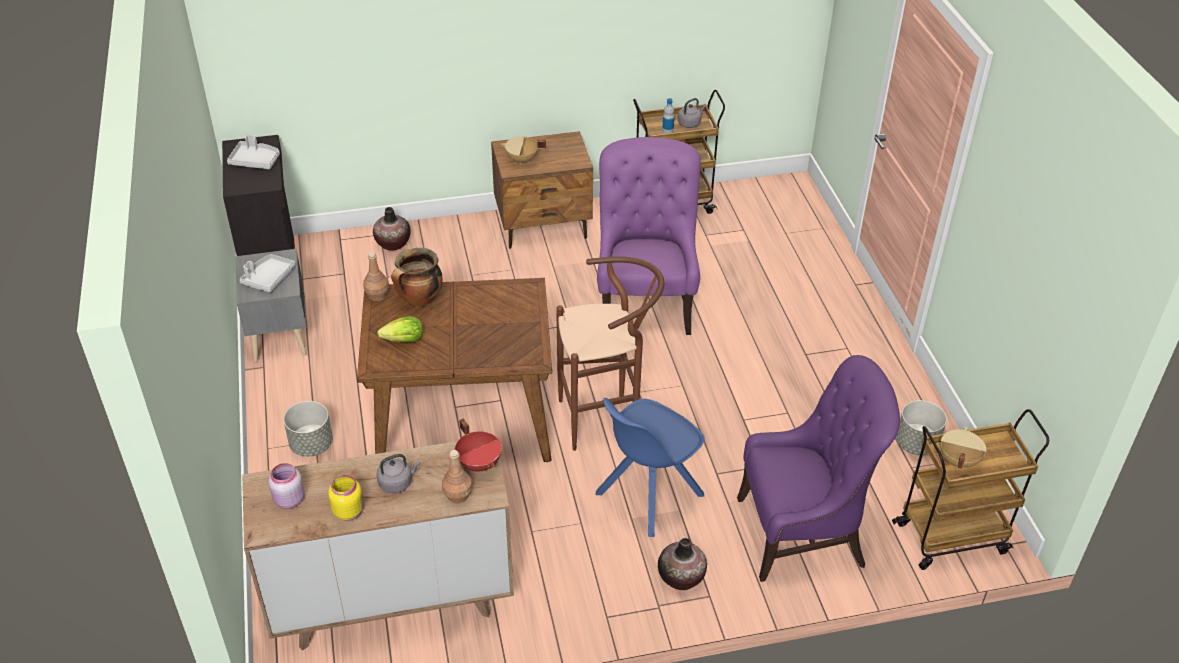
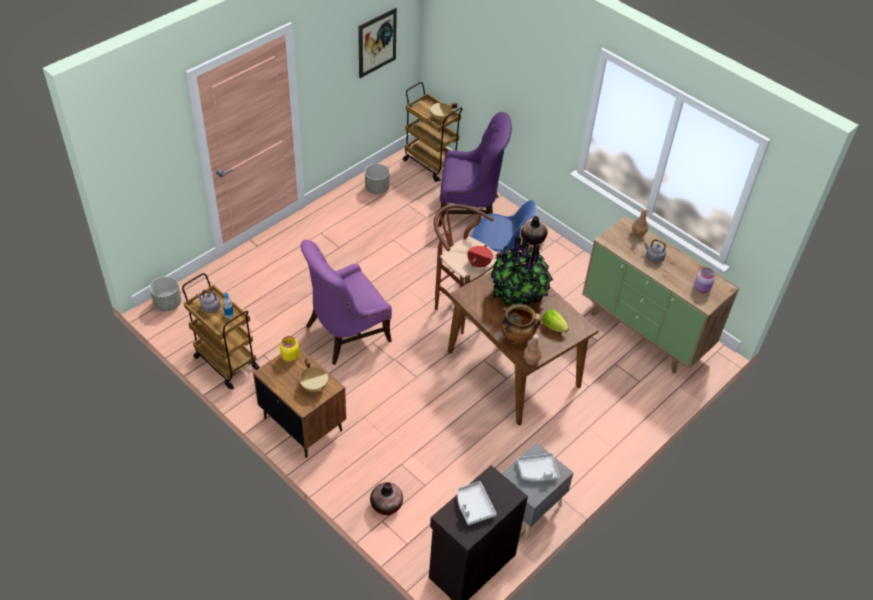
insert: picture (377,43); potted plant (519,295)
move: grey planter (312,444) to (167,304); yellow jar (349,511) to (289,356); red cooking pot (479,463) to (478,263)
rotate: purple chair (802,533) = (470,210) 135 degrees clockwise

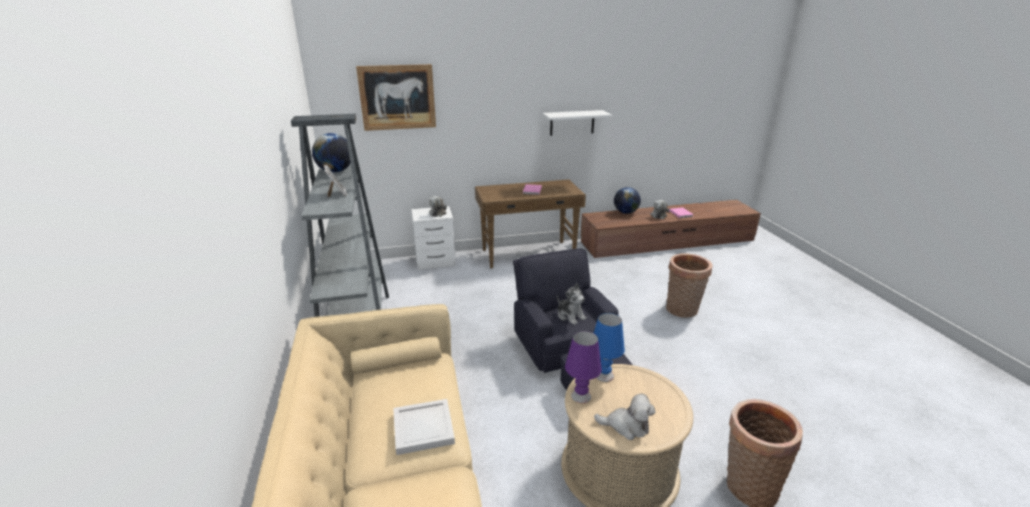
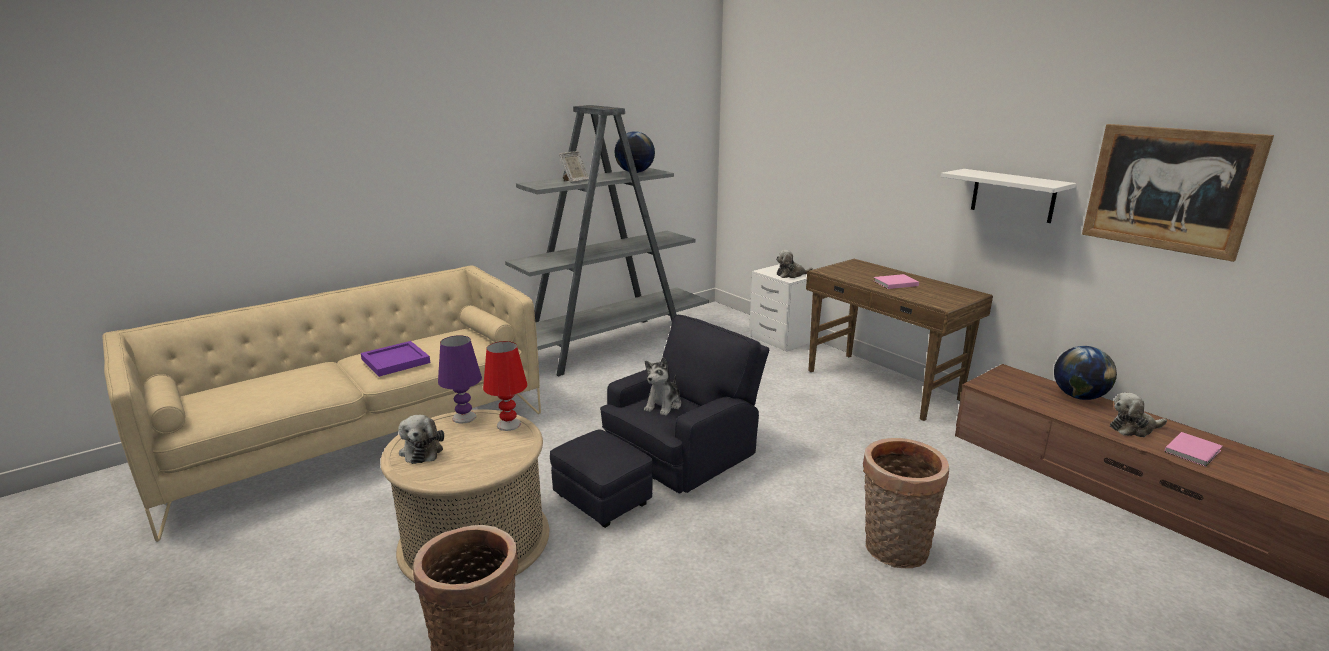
move: picture (397,97) to (1169,189)
recolor: white tray (424,428) to purple tray (395,361); blue table lamp (604,375) to red table lamp (509,425)

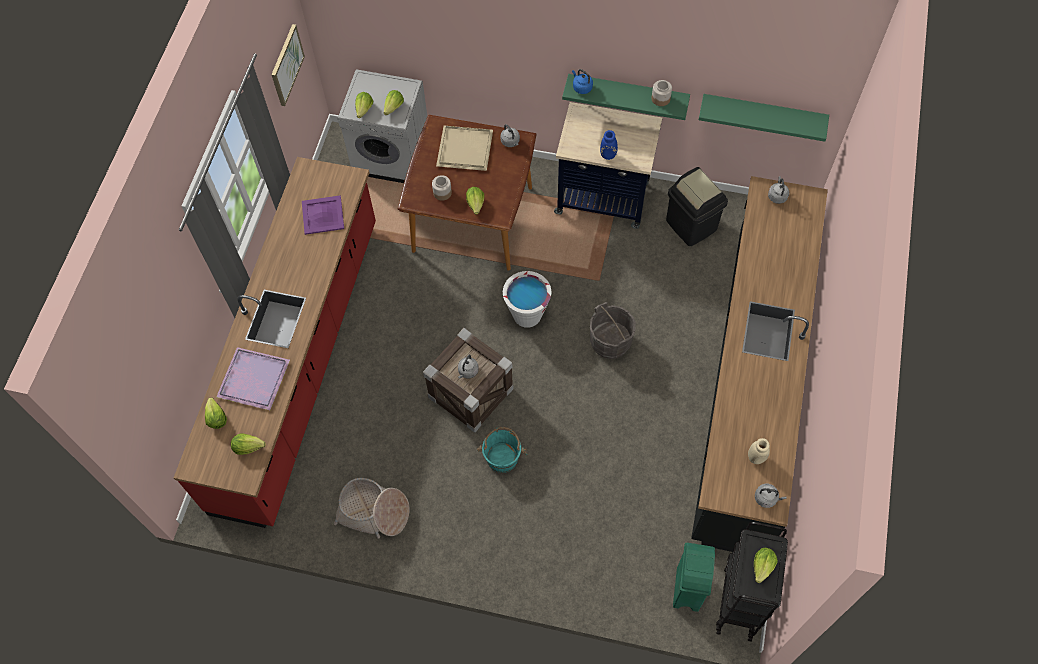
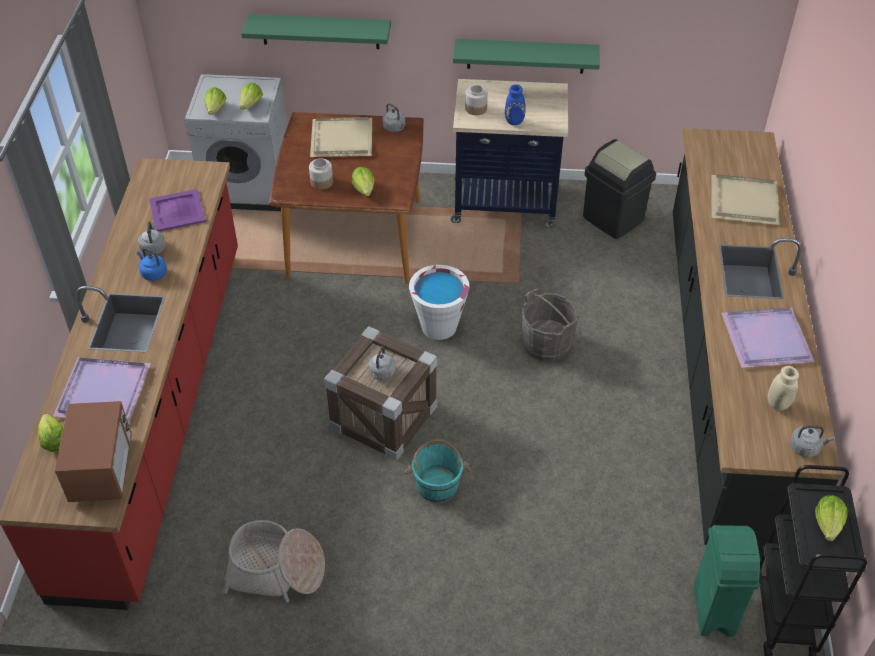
delete: picture (286,65)
insert: beige tray (742,202); purple tray (764,338)
move: blue kettle (581,87) to (153,273); jar (661,98) to (476,108); green shelf (763,113) to (320,31); grey kettle (777,196) to (153,247)
replace: lettuce (248,446) to microwave (102,469)

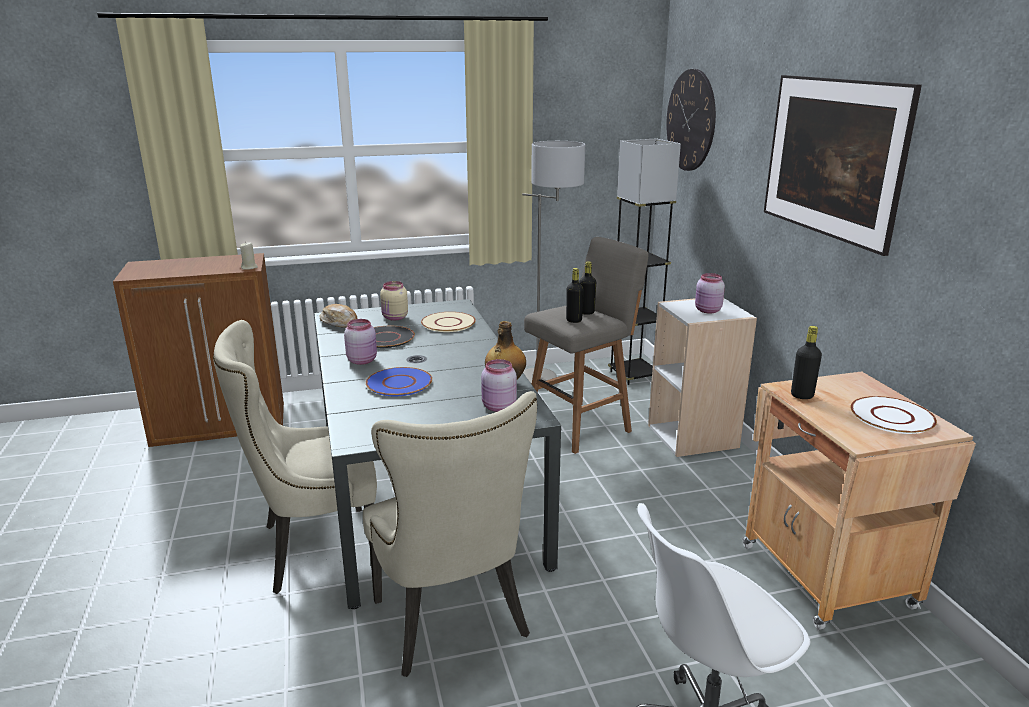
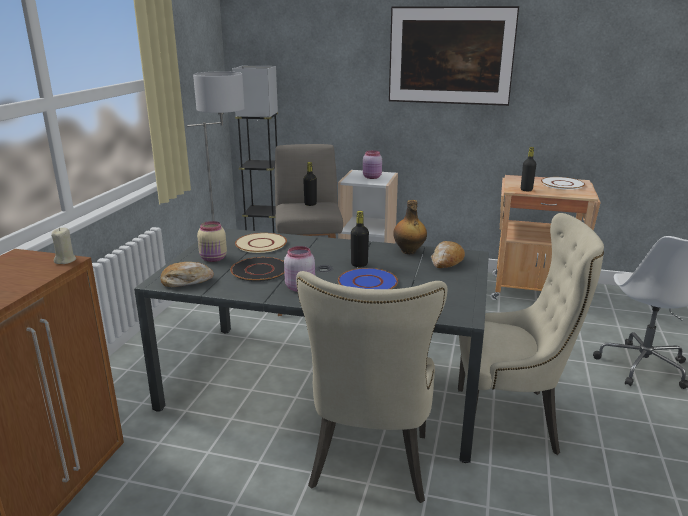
delete: wall clock (691,120)
move: black bottle (574,320) to (359,264)
replace: pink jar (498,407) to bread (446,261)

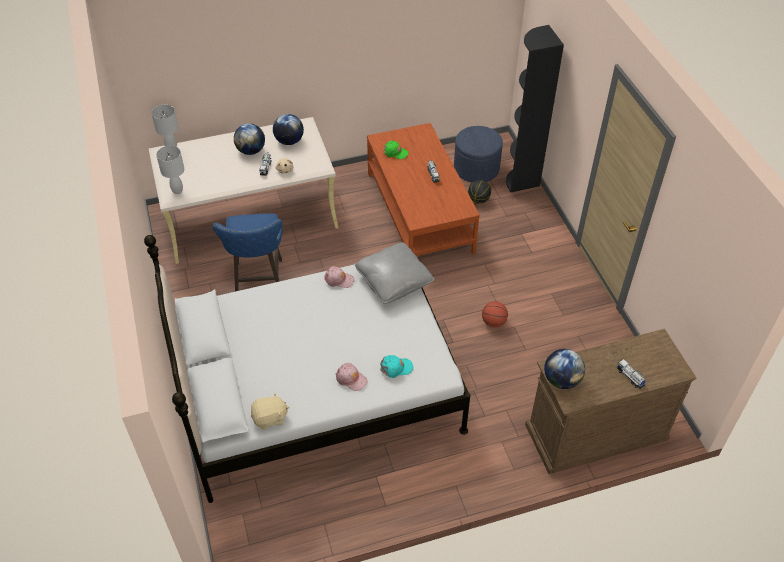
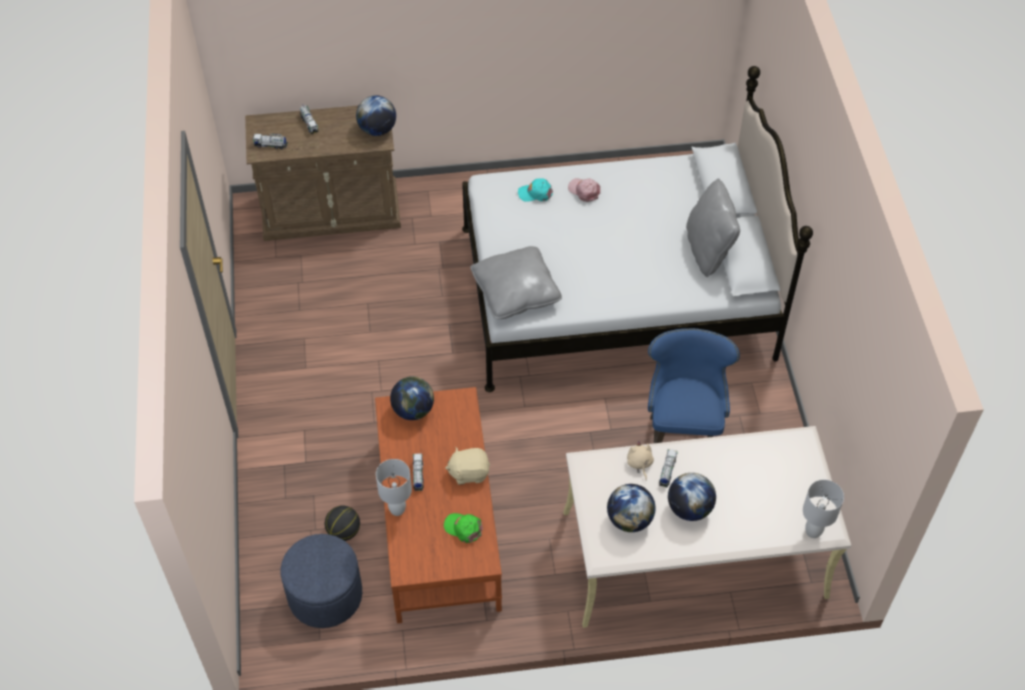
delete: pink cap (339,279); basketball (493,322); black bookcase (520,183)
insert: toy truck (271,145); globe (413,410); grey pillow (708,250)
move: white table lamp (177,191) to (398,509); beige plush toy (270,418) to (469,472)

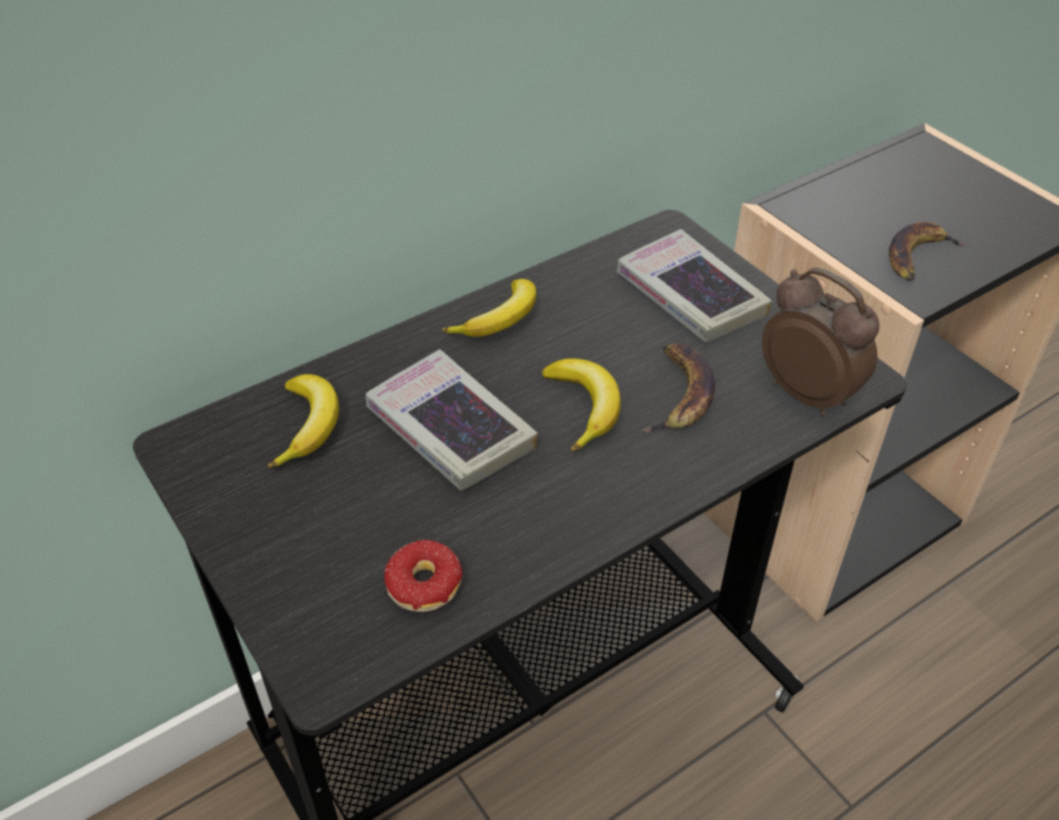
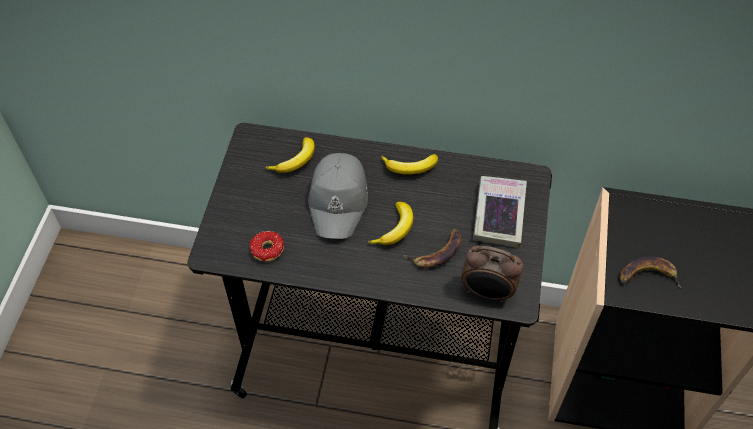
replace: book (450,429) to grey cap (339,200)
rotate: alarm clock (808,393) = (487,292) 105 degrees clockwise

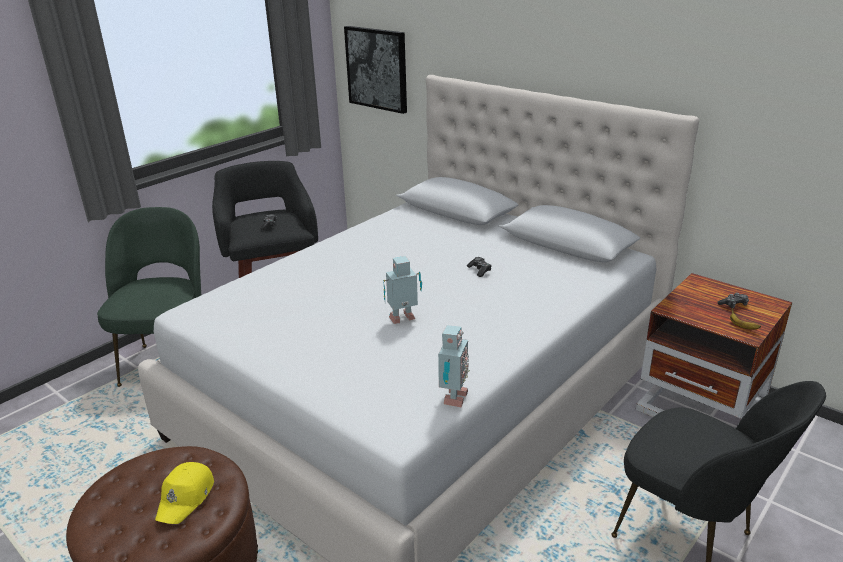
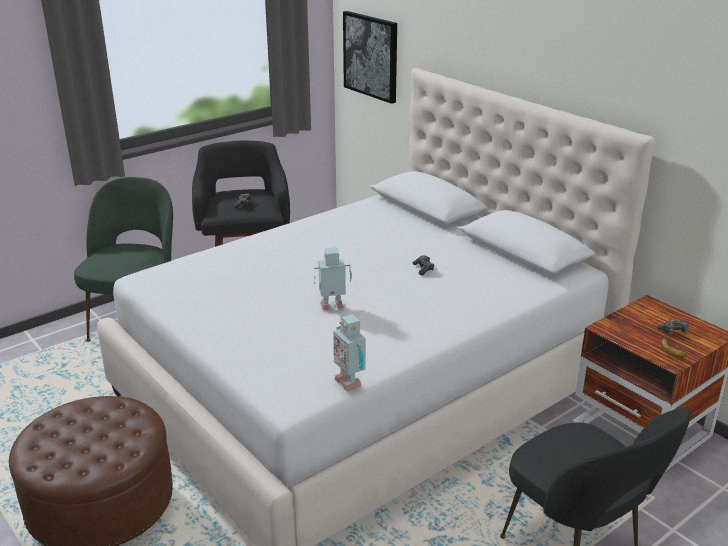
delete: yellow cap (186,498)
rotate: toy robot (452,398) = (349,382) 120 degrees clockwise

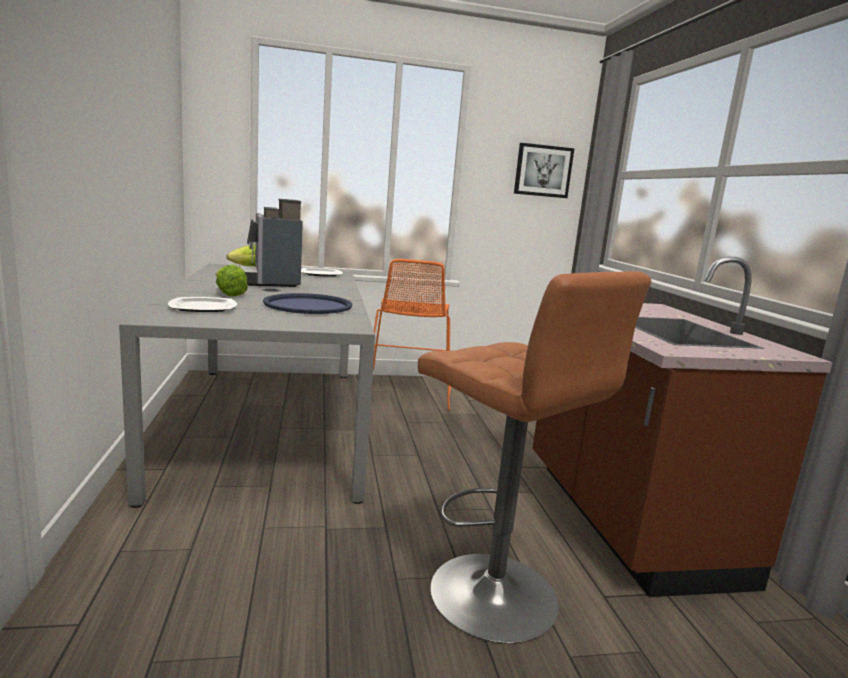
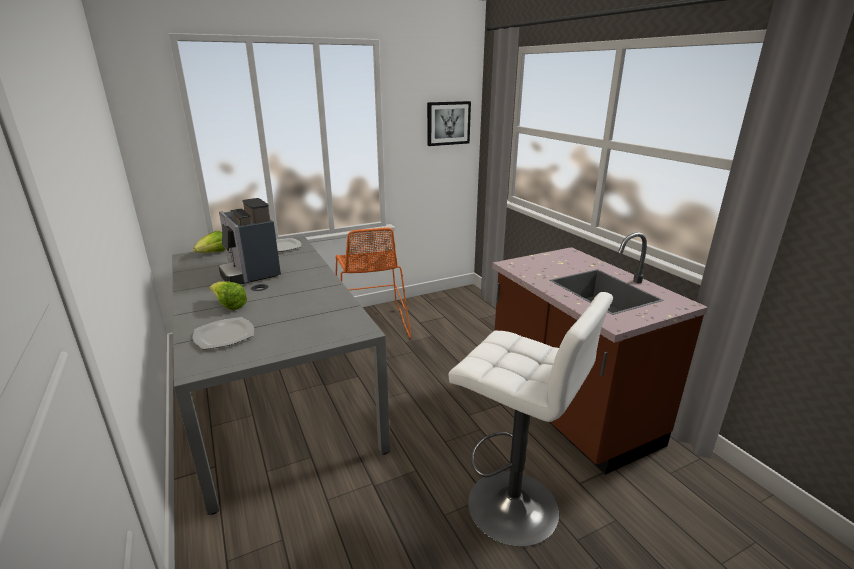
delete: blue tray (308,305)
recolor: brown stool (493,596) to white stool (513,507)

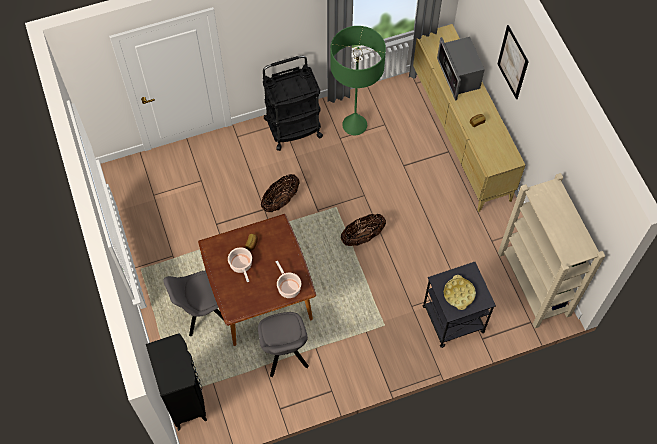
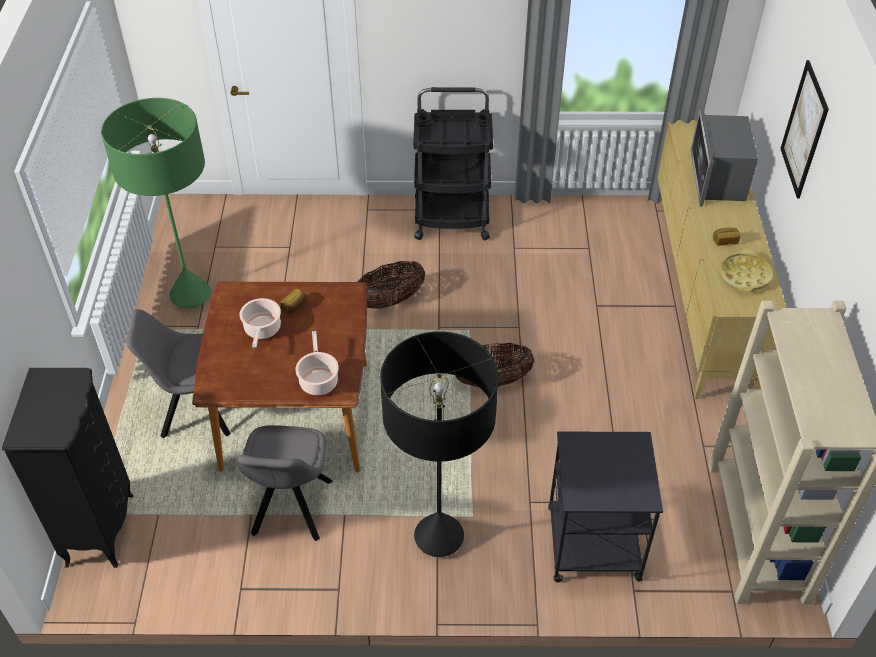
insert: black floor lamp (439,538)
move: green floor lamp (354,126) to (191,297); yellow tray (459,294) to (744,275)

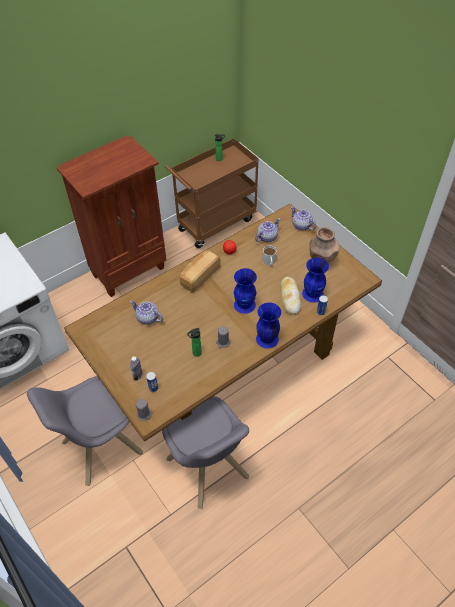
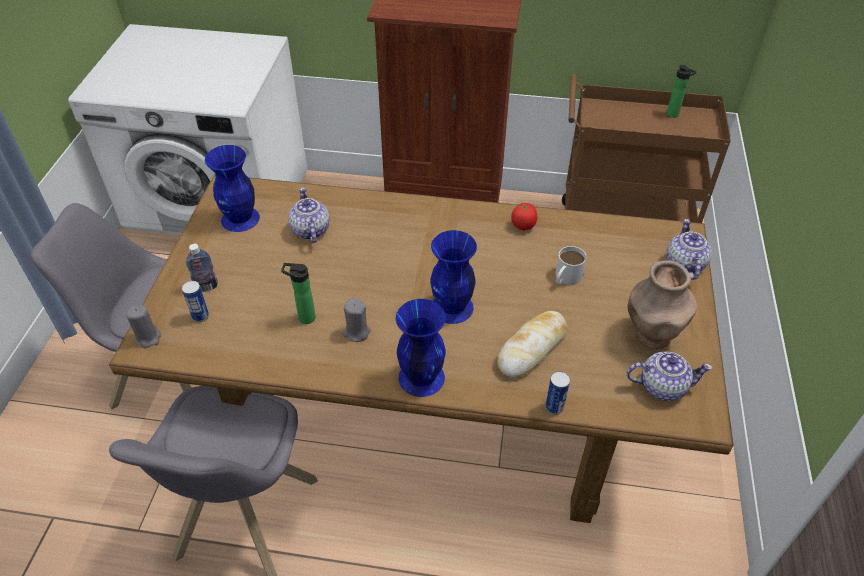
delete: bread (199,276)
move: teapot (267,237) to (662,386); blue vase (313,294) to (240,219)

